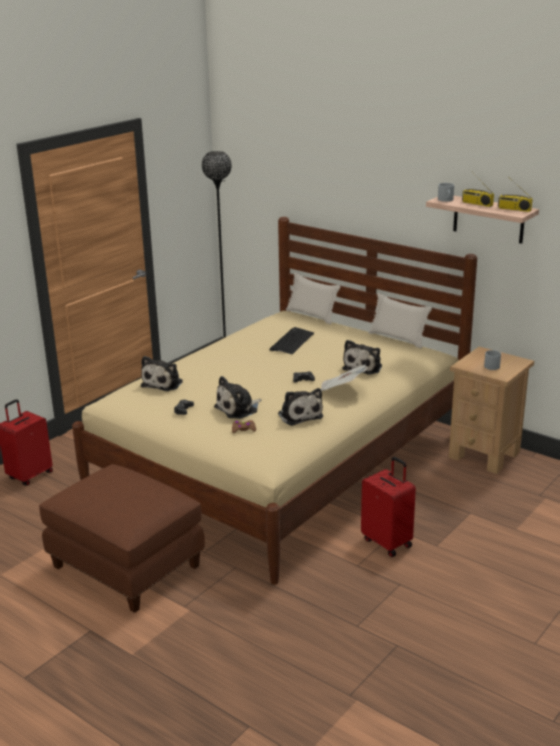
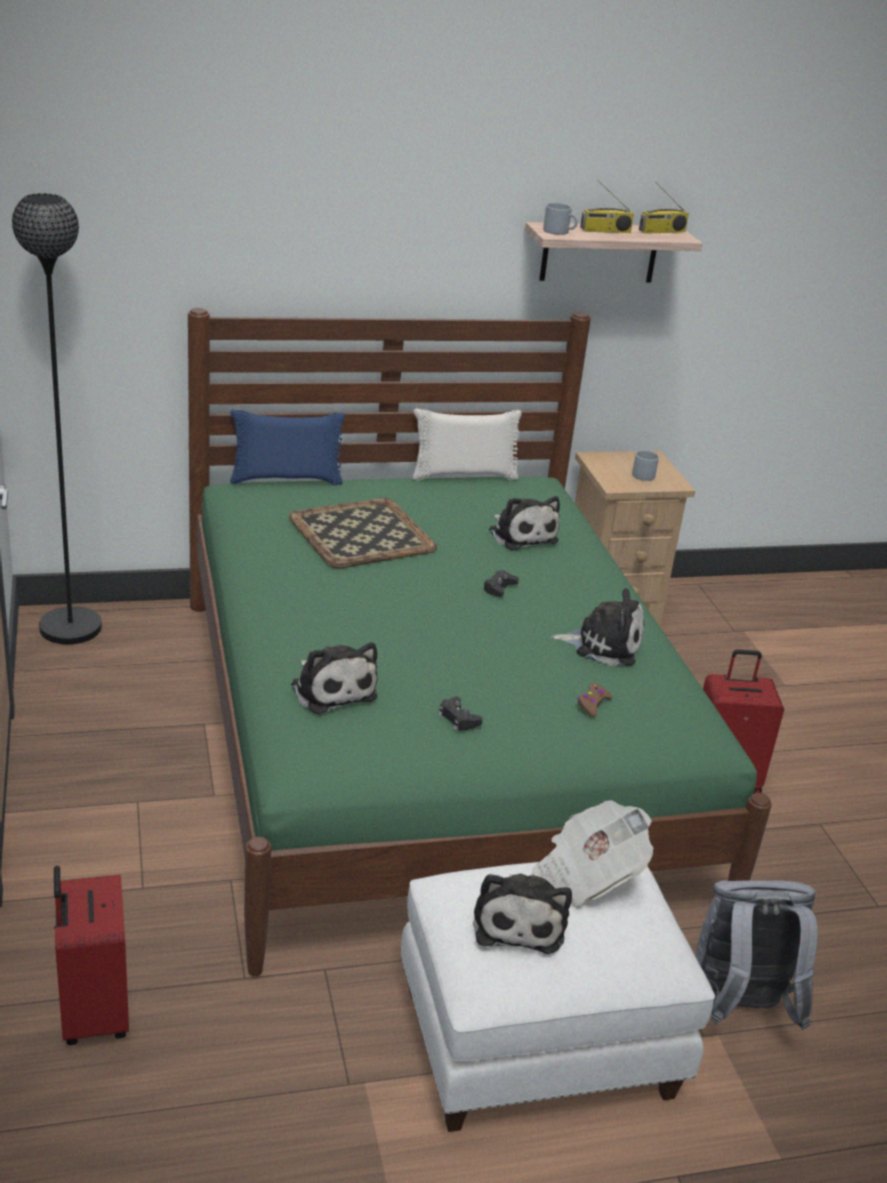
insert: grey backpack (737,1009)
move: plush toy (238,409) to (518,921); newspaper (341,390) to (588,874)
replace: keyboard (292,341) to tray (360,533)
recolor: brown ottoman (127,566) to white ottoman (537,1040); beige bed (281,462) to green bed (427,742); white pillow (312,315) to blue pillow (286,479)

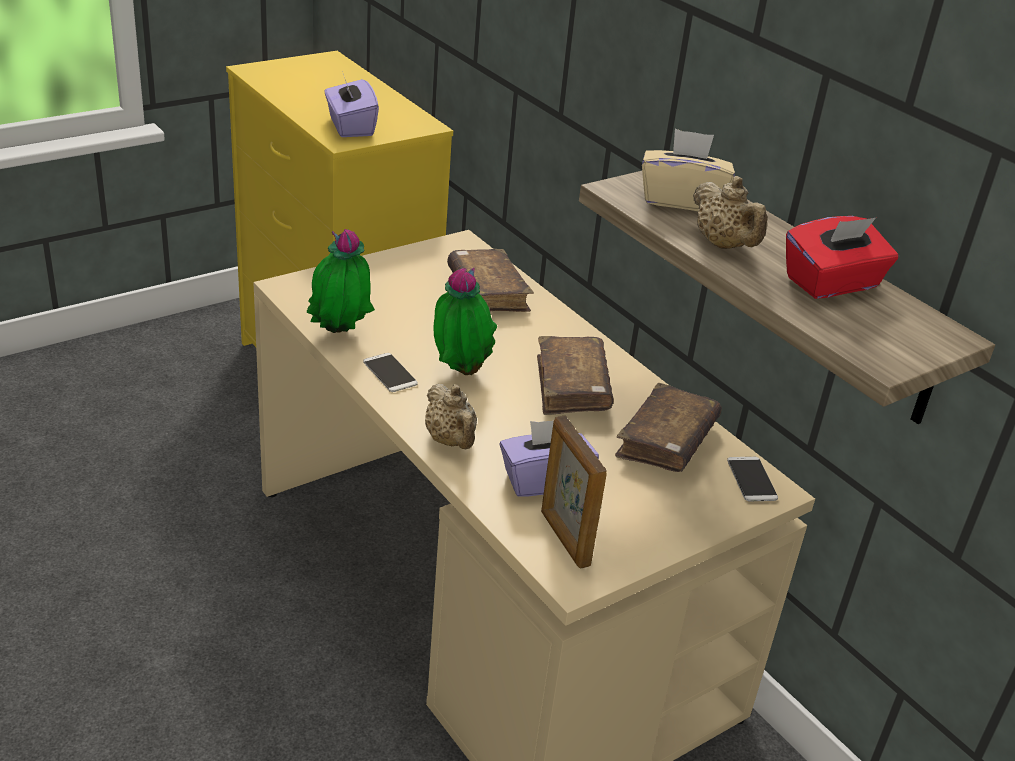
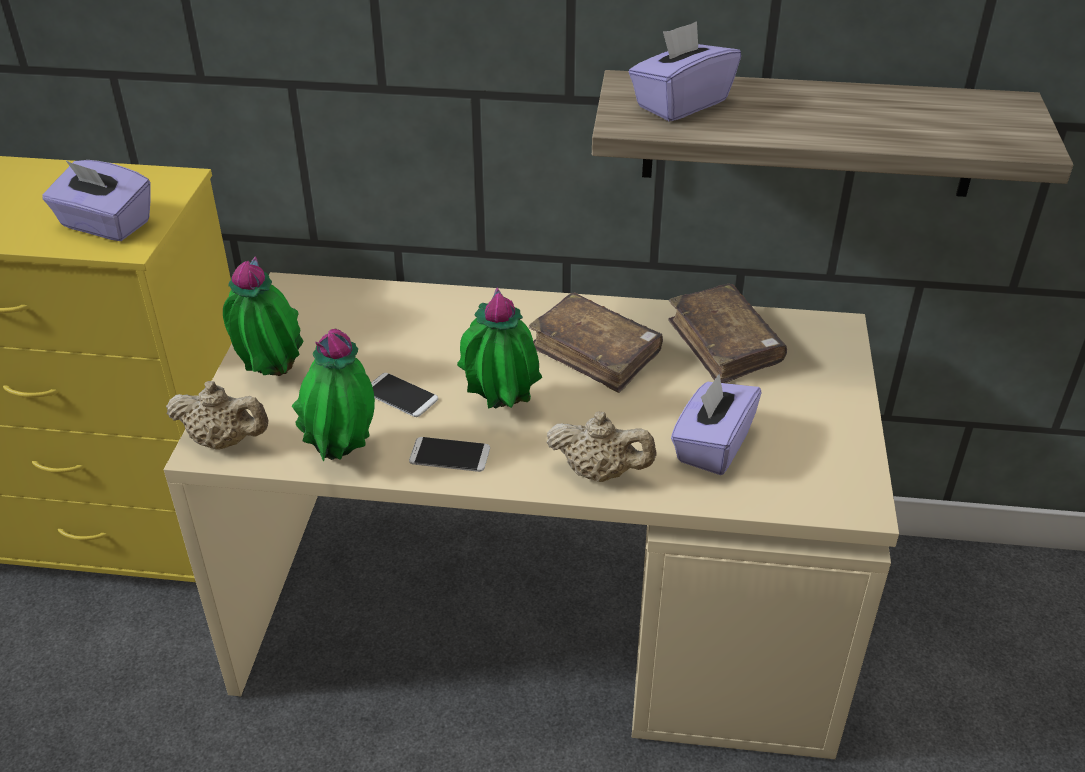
delete: brown book (488,292); picture frame (564,538); red tissue box (832,283)
insert: potted plant (271,375)
move: beige teapot (723,245) to (224,441); phone (751,480) to (400,396)
recolor: beige tissue box (681,200) to purple tissue box (680,103)

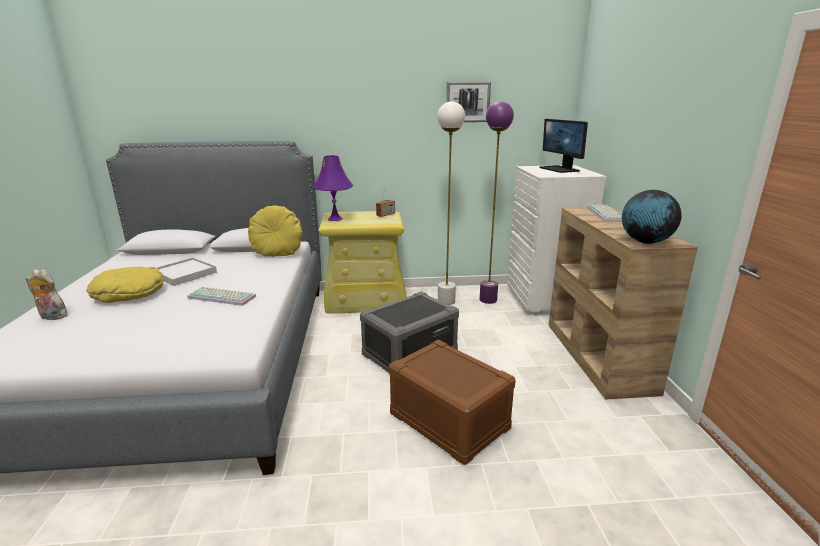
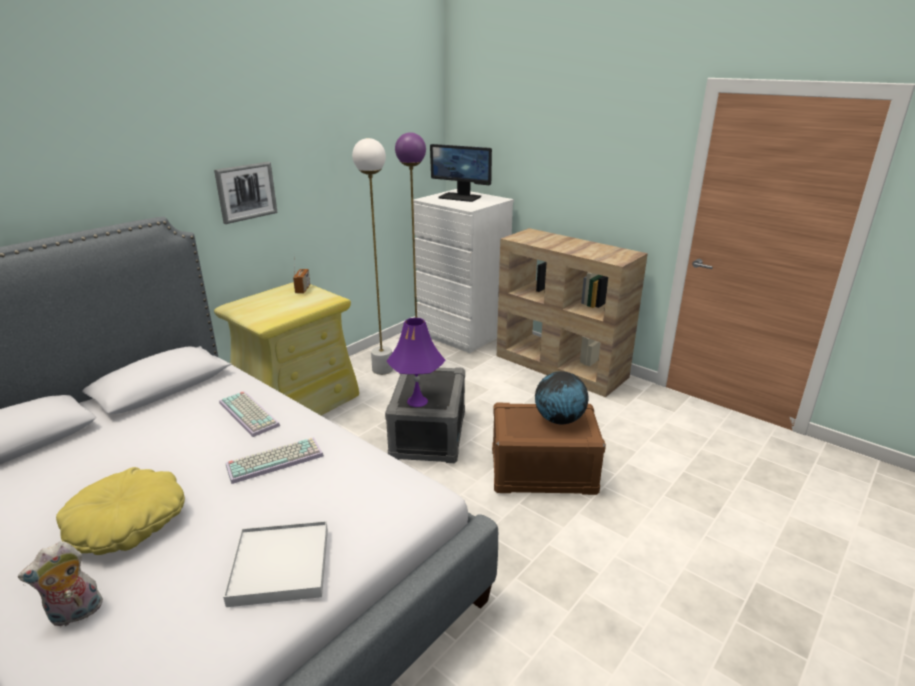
delete: yellow pillow (278,254)
move: white tray (184,274) to (280,566); purple table lamp (335,219) to (417,401); picture (467,102) to (246,192); keyboard (607,214) to (250,414); globe (645,242) to (559,420)

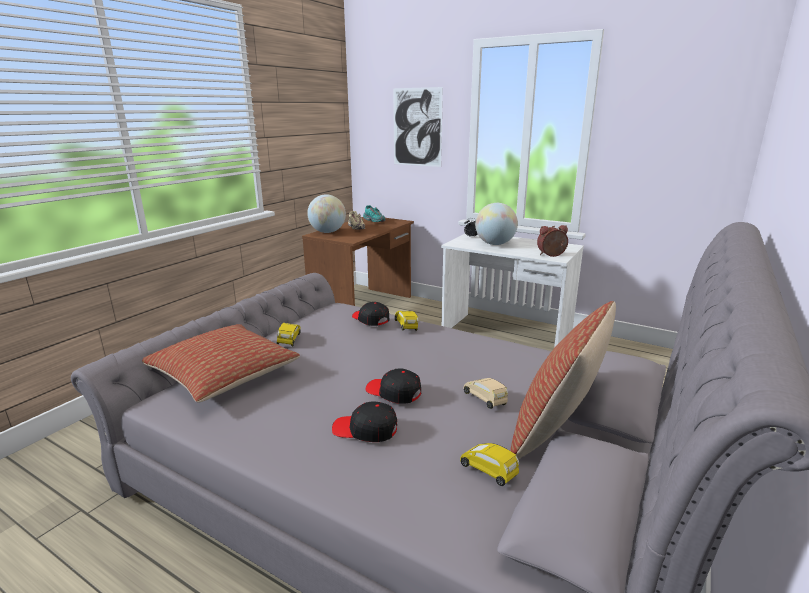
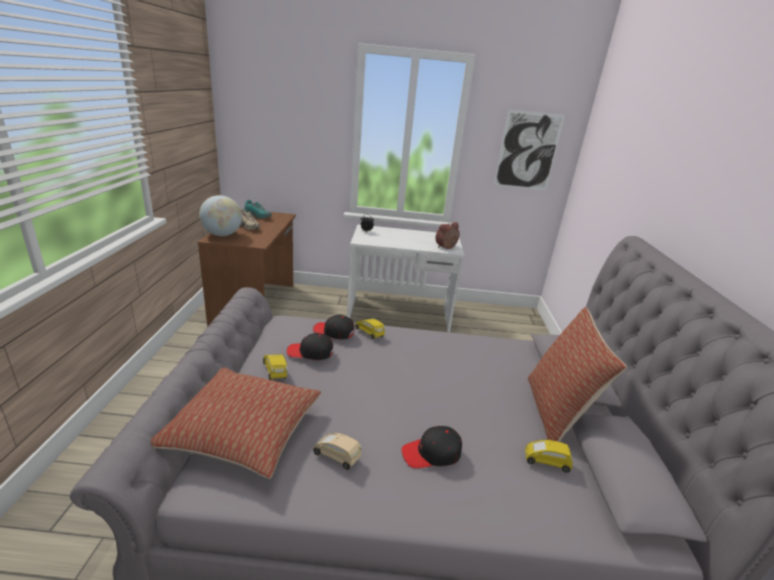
delete: globe (495,244)
move: black cap (393,392) to (310,352); picture (417,127) to (527,151); beige toy car (485,399) to (337,456)

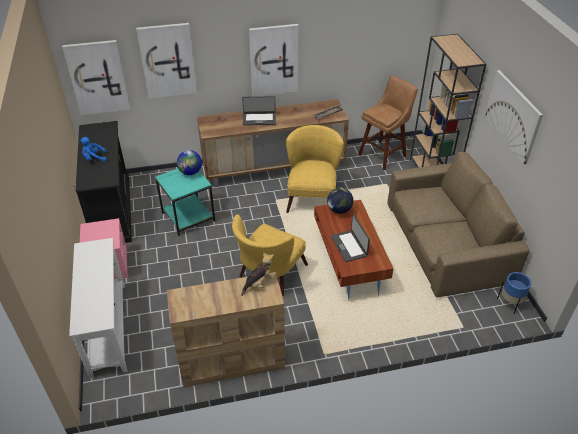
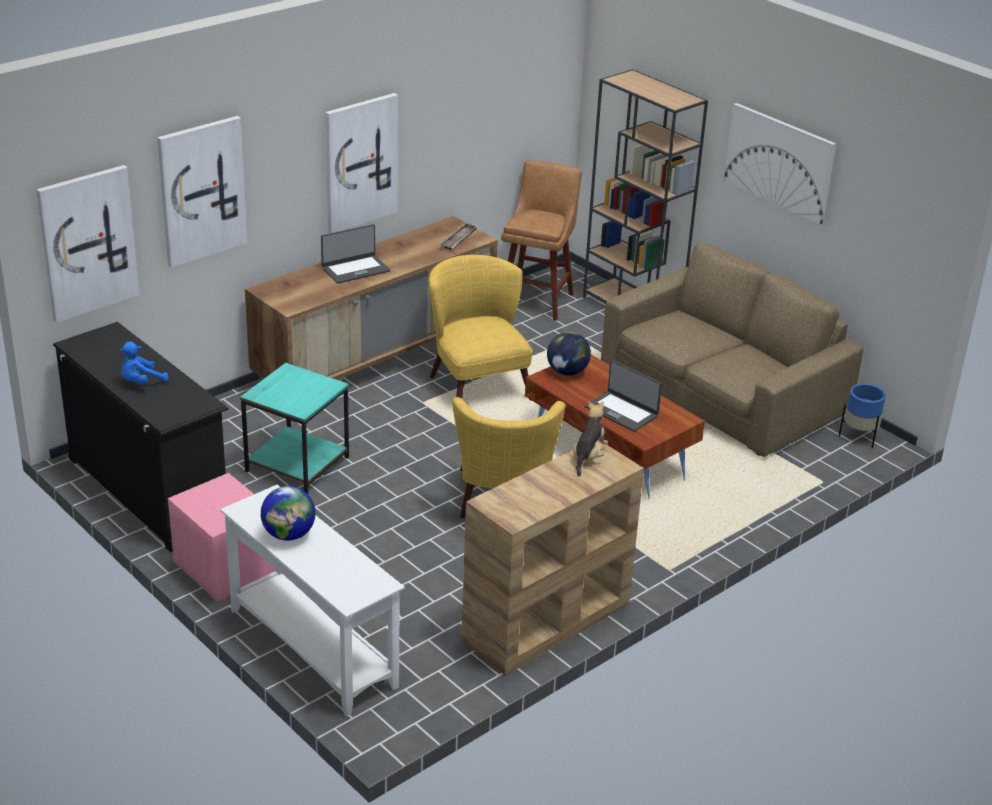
move: globe (191,172) to (289,535)

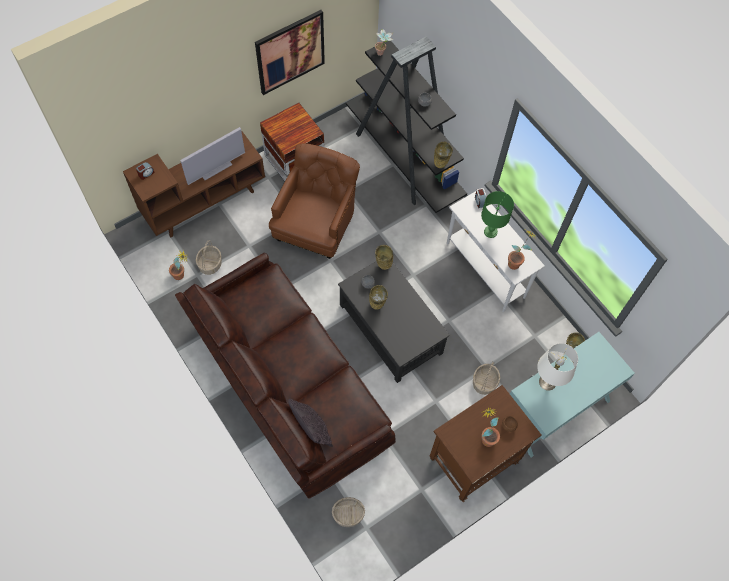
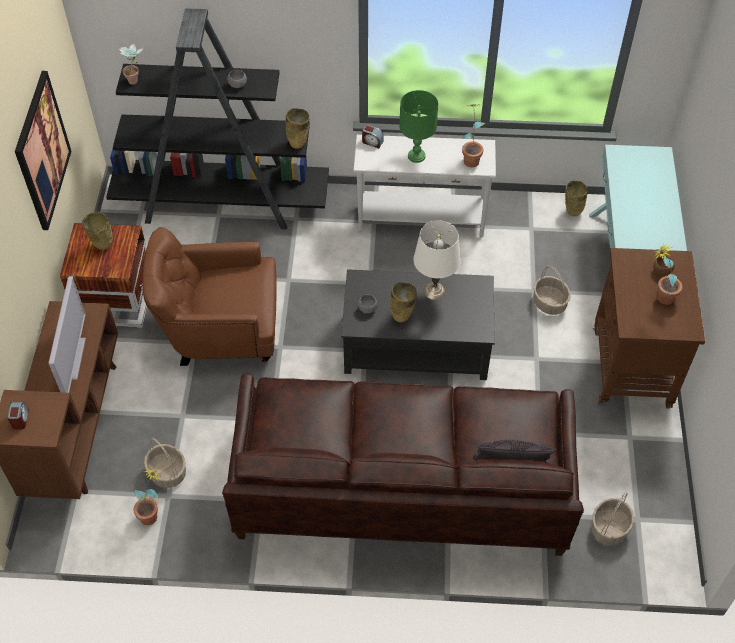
move: beige vase (383,266) to (102,247); white table lamp (547,382) to (434,291)
rotate: brown armchair (316,223) = (220,330) 60 degrees counterclockwise

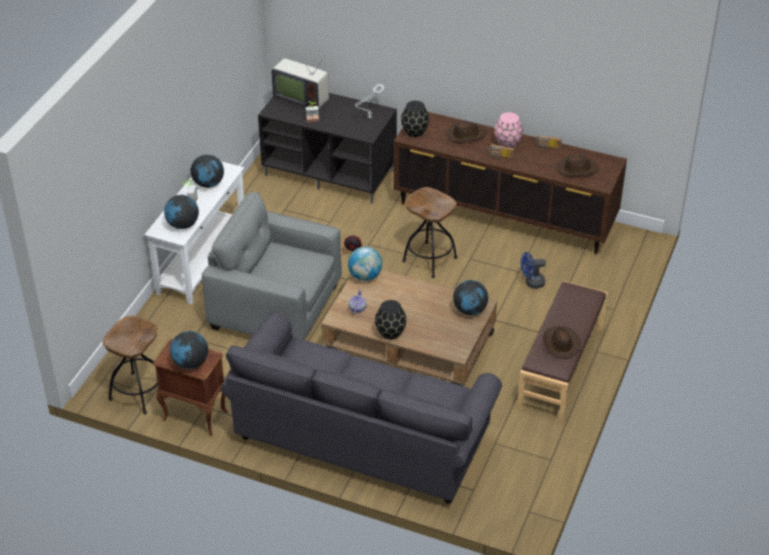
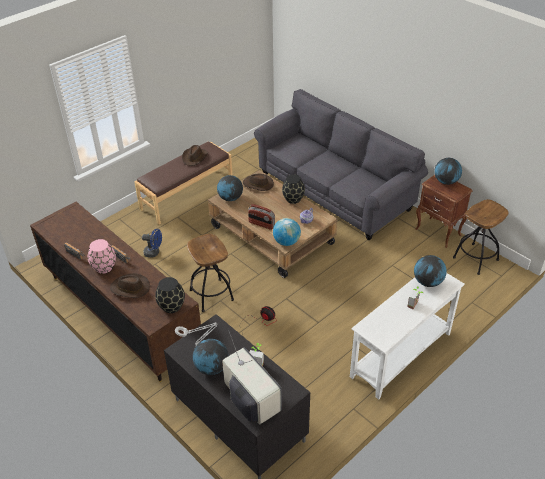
delete: grey armchair (276,306)
insert: radio (261,224)
move: globe (208,184) to (211,368); brown hat (577,169) to (258,184)

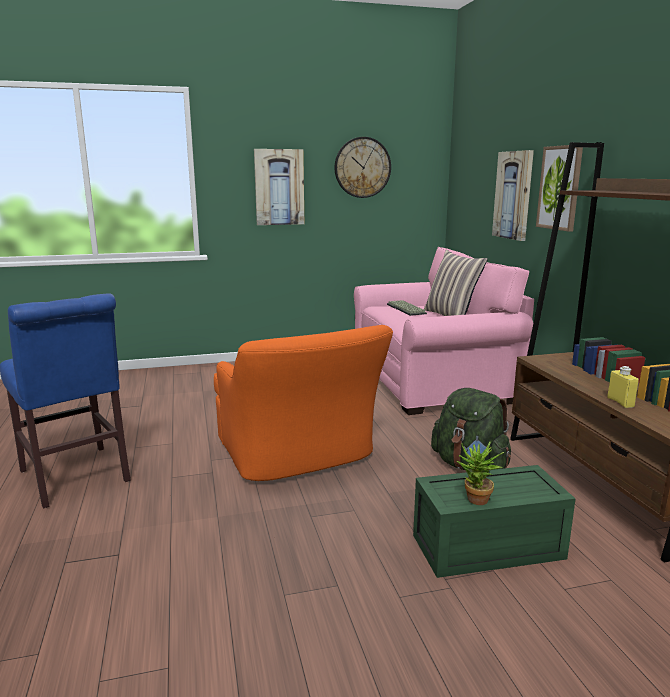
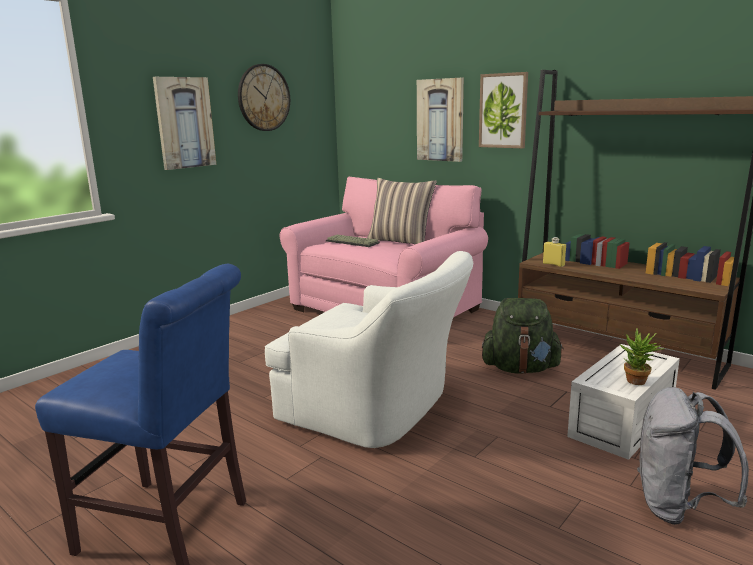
insert: grey backpack (678,507)
move: yellow bottle (620,402) to (553,264)
recolor: orange armchair (299,455) to white armchair (378,409); green storage box (486,548) to white storage box (623,424)

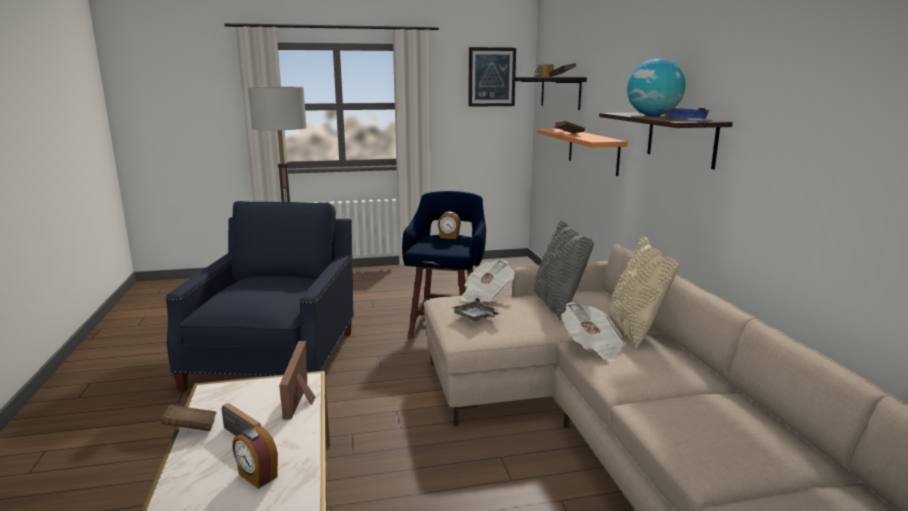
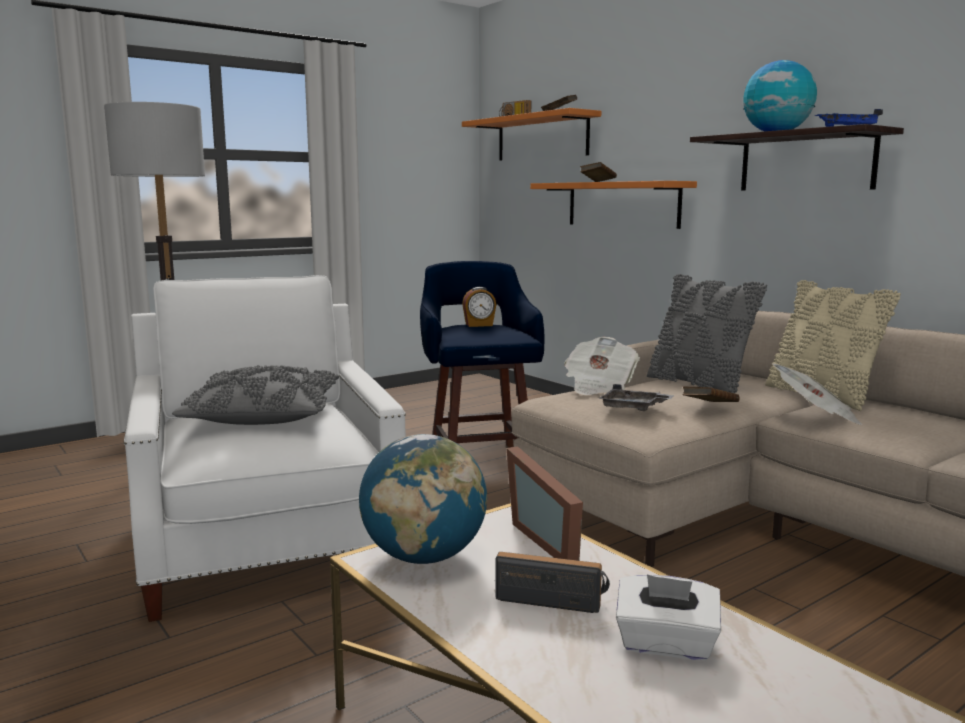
delete: picture (491,77)
insert: grey pillow (264,415); globe (424,557)
move: brown book (191,429) to (709,407)
replace: alarm clock (257,476) to white tissue box (666,645)
recolor: blue armchair (276,357) to white armchair (269,539); black shelf (560,92) to orange shelf (542,137)

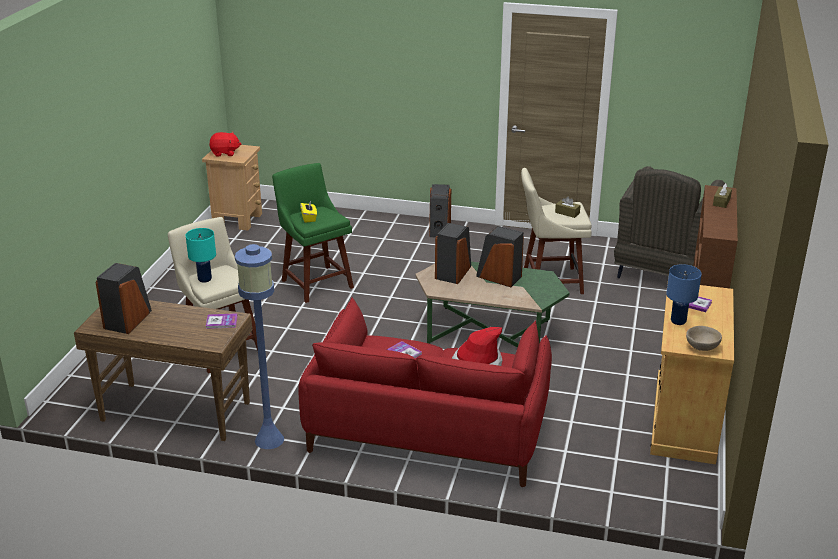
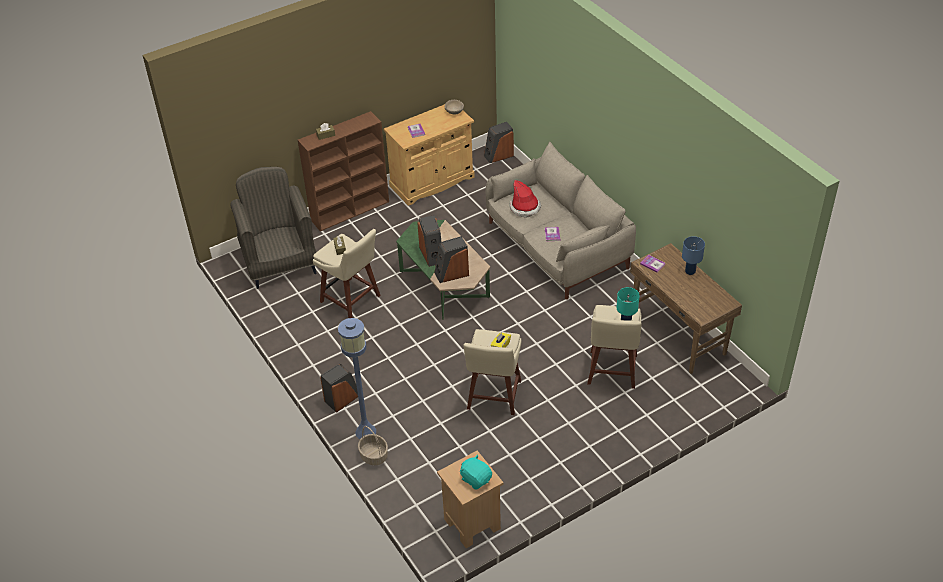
insert: basket (373,456)
move: speaker (128,320) to (498,155); blue floor lamp (269,440) to (366,432); blue table lamp (678,321) to (689,272)
recolor: red plush toy (225,153) to turquoise plush toy (476,479); green stool (316,282) to beige stool (493,397); red sofa (428,430) to beige sofa (556,245)
rotate: grey armchair (662,273) = (280,263) 90 degrees counterclockwise

